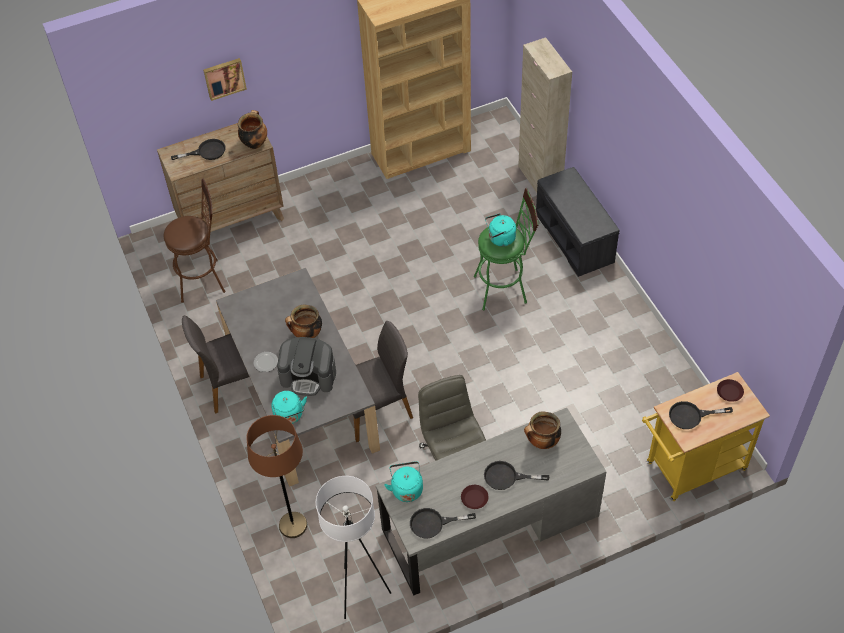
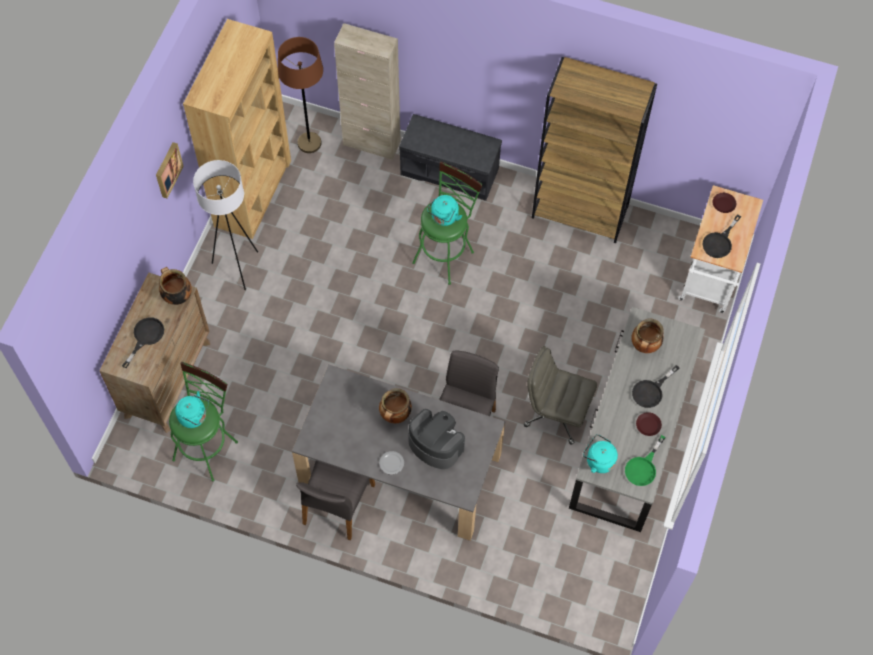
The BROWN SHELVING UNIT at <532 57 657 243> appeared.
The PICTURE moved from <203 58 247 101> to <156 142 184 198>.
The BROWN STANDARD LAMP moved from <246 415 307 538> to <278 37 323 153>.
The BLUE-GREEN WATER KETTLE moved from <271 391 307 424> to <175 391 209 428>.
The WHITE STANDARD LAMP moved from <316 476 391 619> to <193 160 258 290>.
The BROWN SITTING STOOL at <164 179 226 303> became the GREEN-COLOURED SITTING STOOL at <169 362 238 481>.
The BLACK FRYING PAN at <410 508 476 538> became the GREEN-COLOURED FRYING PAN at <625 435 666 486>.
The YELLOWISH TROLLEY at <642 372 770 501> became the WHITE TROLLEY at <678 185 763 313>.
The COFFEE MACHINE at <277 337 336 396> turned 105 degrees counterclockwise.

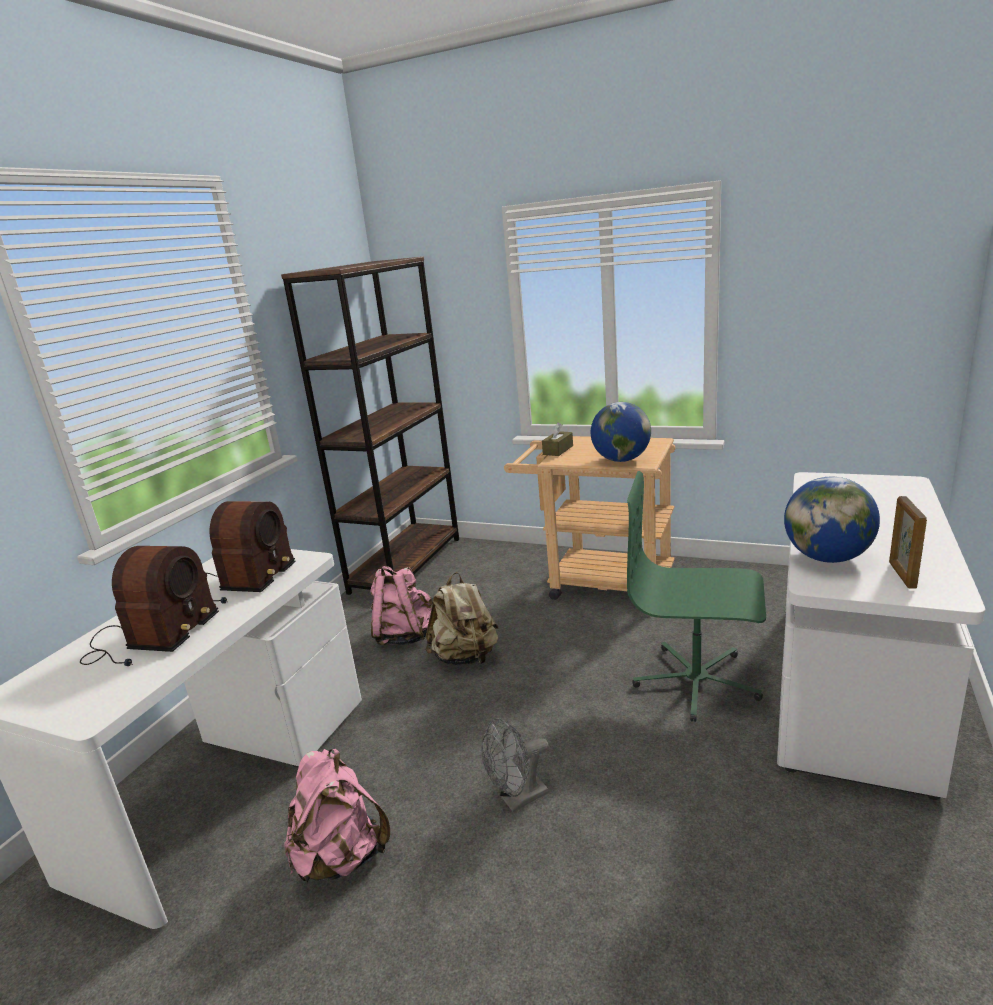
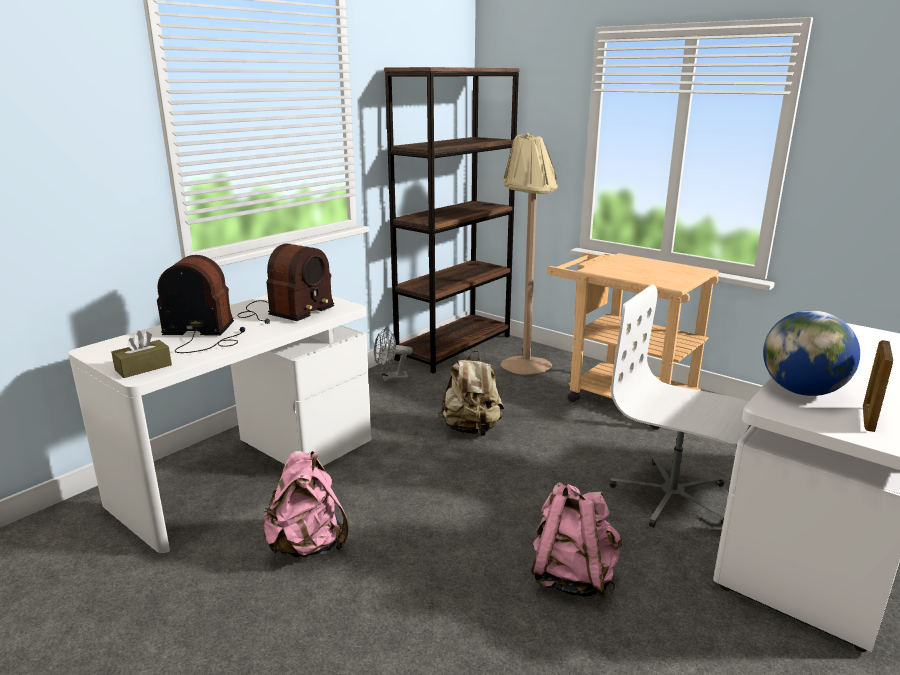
The DESK GLOBE at <591 402 651 462> disappeared.
The SAND-COLOURED STANDARD LAMP at <501 133 558 375> appeared.
The PINK-COLOURED BACKPACK moved from <370 566 433 645> to <531 482 622 598>.
The GREYISH FAN moved from <481 718 549 812> to <374 327 413 382>.
The BROWN BOX OF TISSUES moved from <542 423 573 456> to <111 330 172 378>.
The GREEN-COLOURED COMPUTER CHAIR at <627 471 766 722> became the WHITE COMPUTER CHAIR at <609 284 750 528>.
The RADIO at <80 546 219 666> turned 120 degrees counterclockwise.

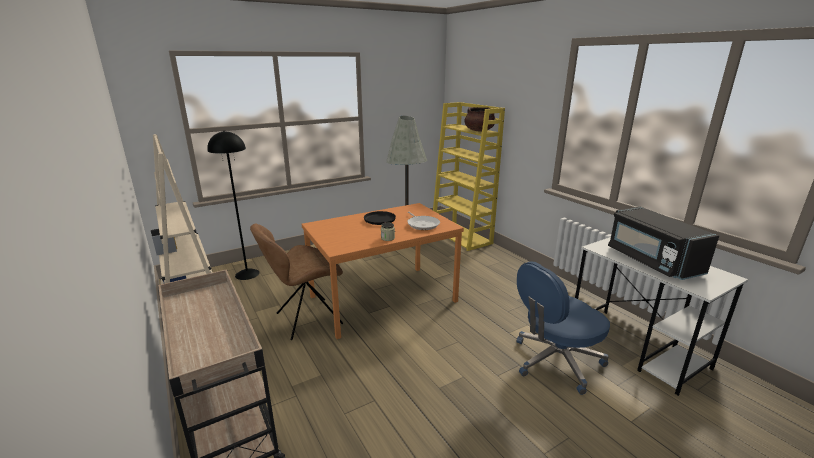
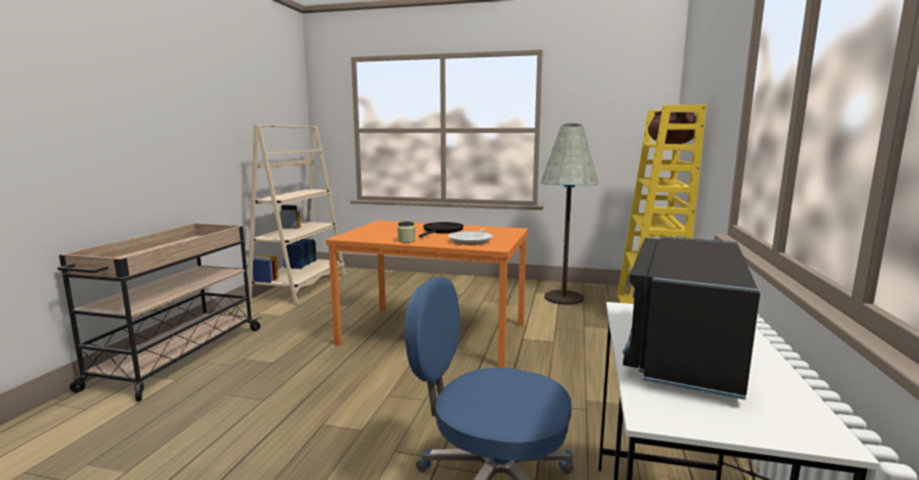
The BLACK STANDARD LAMP at <207 131 260 280> disappeared.
The BROWN PLAIN CHAIR at <250 224 343 340> disappeared.

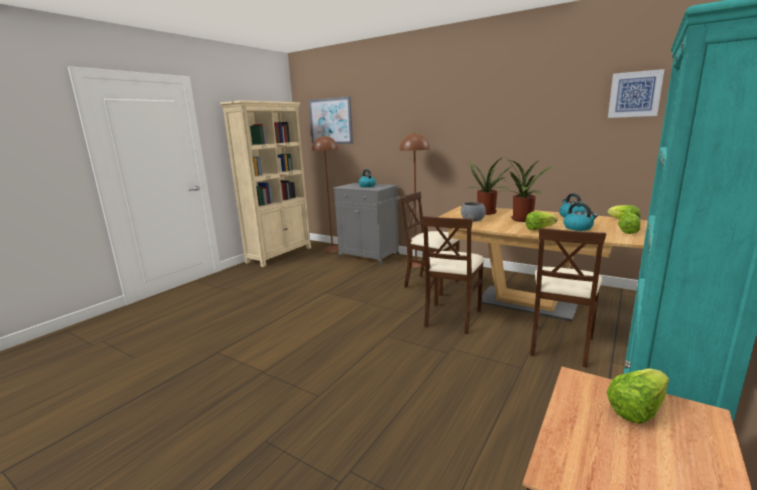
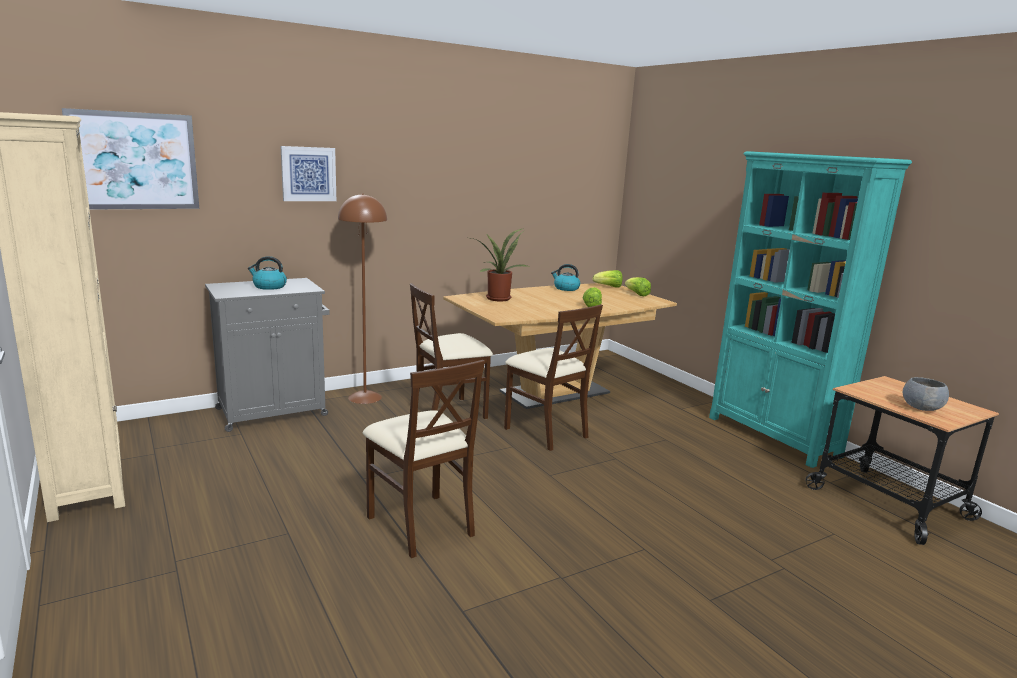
The BROWN STANDARD LAMP at <312 135 339 253> disappeared.
The PLANT IN A POT at <499 159 559 222> disappeared.
The WATER KETTLE at <563 202 598 231> disappeared.
The LETTUCE at <607 368 669 424> disappeared.
The GREYISH BOWL moved from <461 202 486 222> to <903 377 949 411>.
The SAND-COLOURED PLAIN CHAIR moved from <530 228 606 368> to <363 360 485 558>.
The PICTURE moved from <608 69 664 118> to <281 146 336 201>.

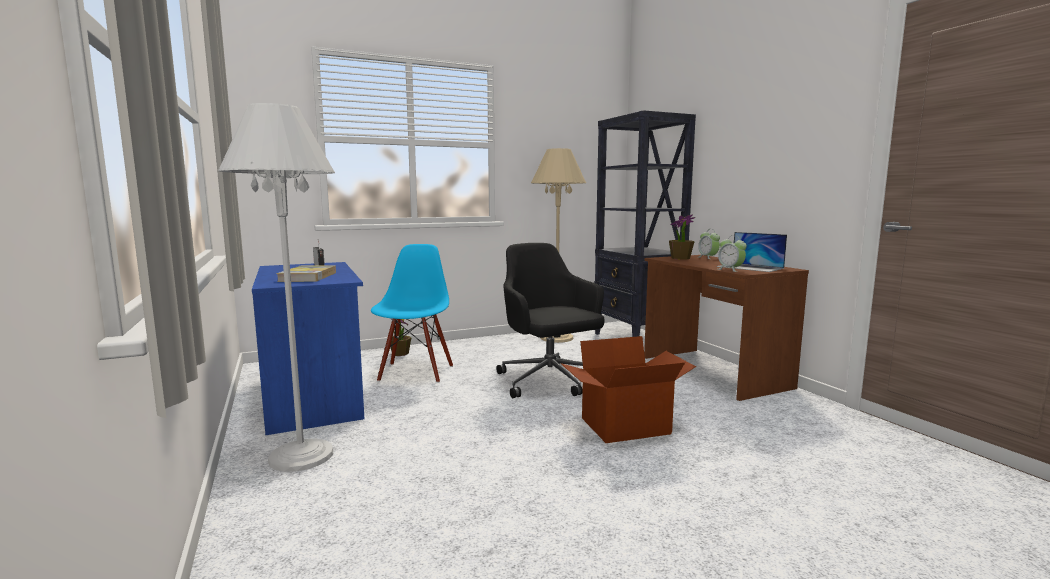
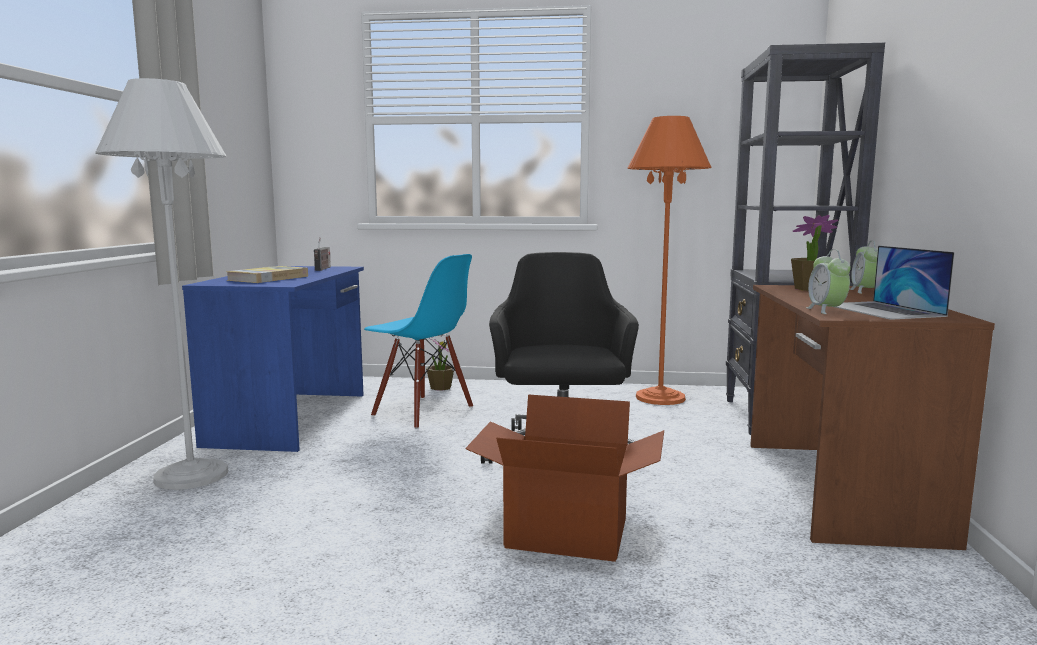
The SAND-COLOURED STANDARD LAMP at <531 148 586 343> became the ORANGE-COLOURED STANDARD LAMP at <627 116 712 405>.
The BLUISH PLAIN CHAIR at <371 244 453 383> turned 90 degrees clockwise.

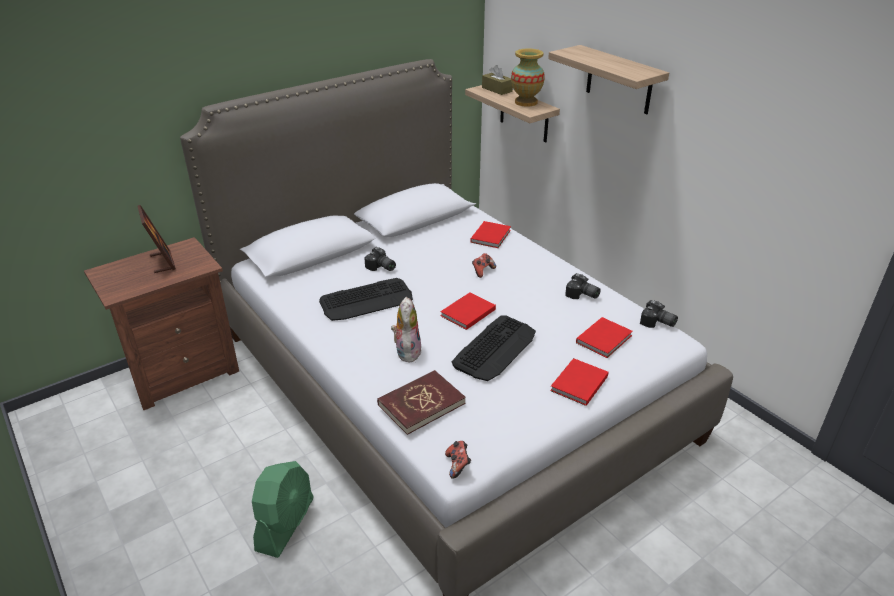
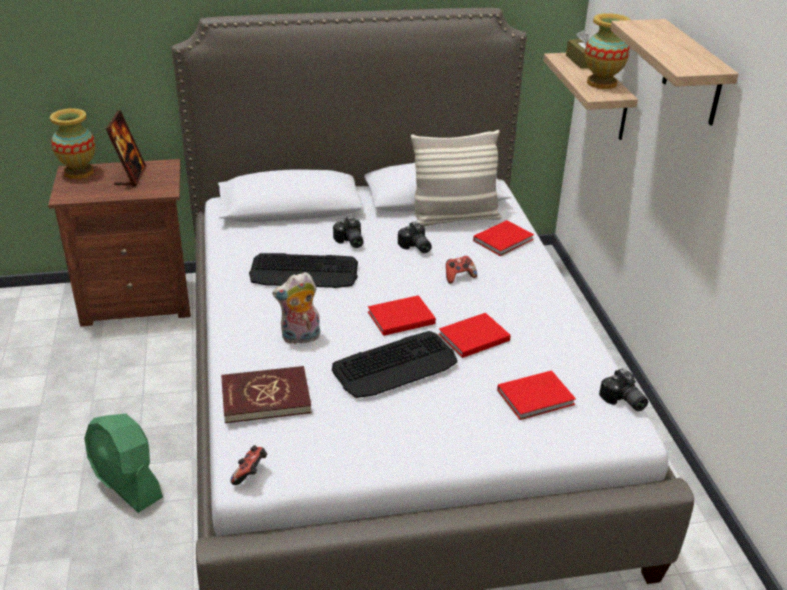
The VASE at <50 108 95 179> appeared.
The CUSHION at <411 130 501 227> appeared.
The RED-COLOURED BOOK moved from <550 358 608 406> to <438 313 511 358>.
The PHOTO CAMERA moved from <565 273 601 299> to <398 221 432 253>.
The GREEN-COLOURED FAN at <252 461 314 558> turned 90 degrees clockwise.
The CUDDLY TOY at <391 297 422 363> turned 135 degrees counterclockwise.

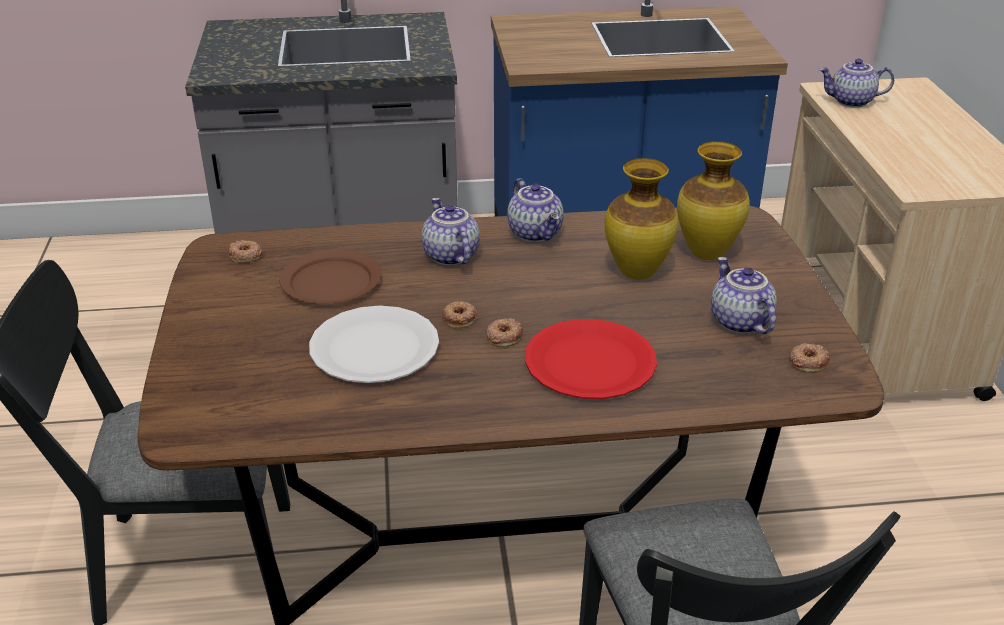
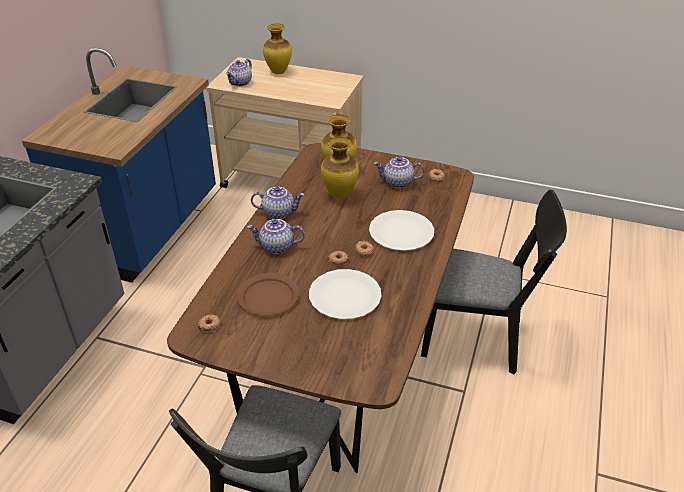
The VASE at <263 24 292 74> appeared.
The RED-COLOURED PLATE at <525 319 657 399> became the WHITE PLATE at <369 210 434 251>.

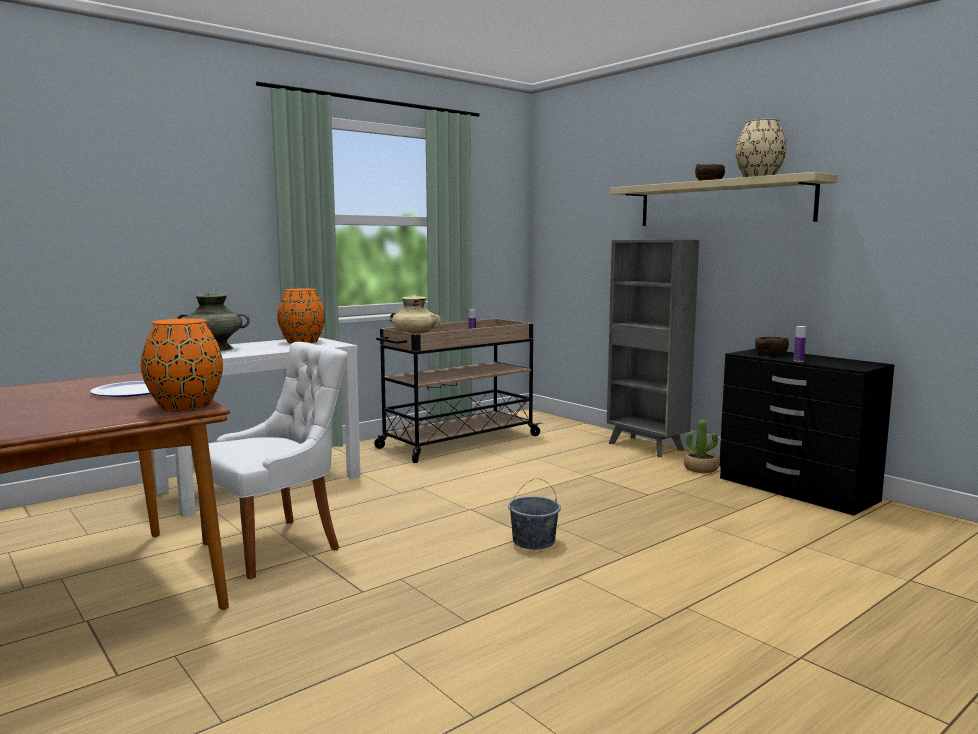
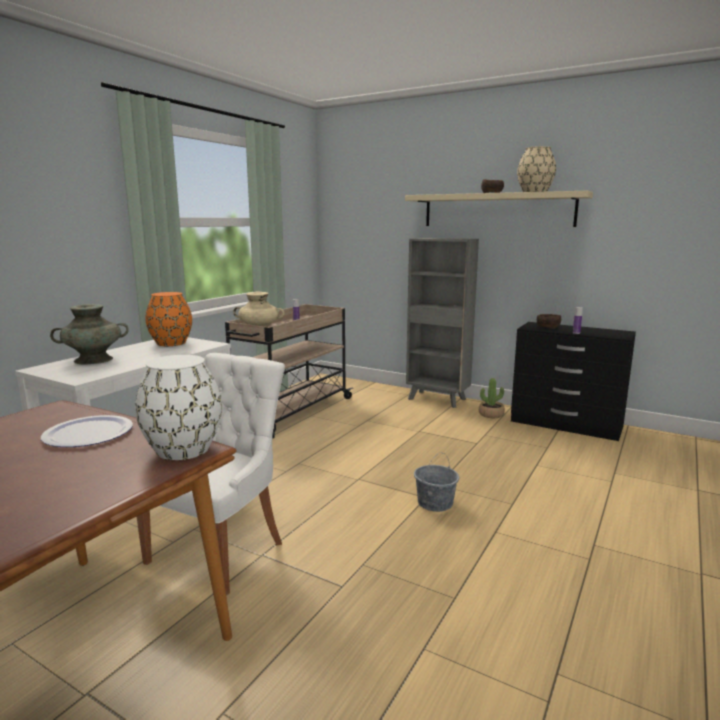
The ORANGE-COLOURED VASE at <141 318 223 411> became the WHITE VASE at <135 355 222 460>.

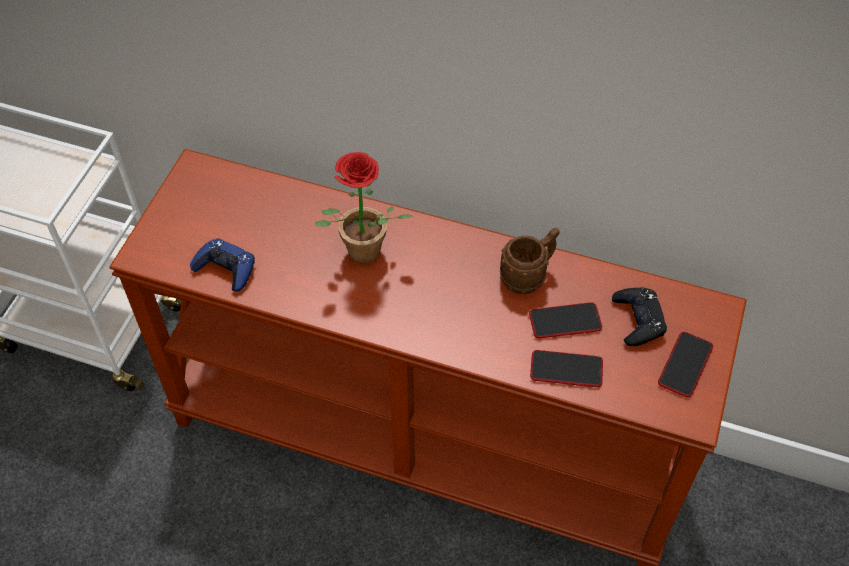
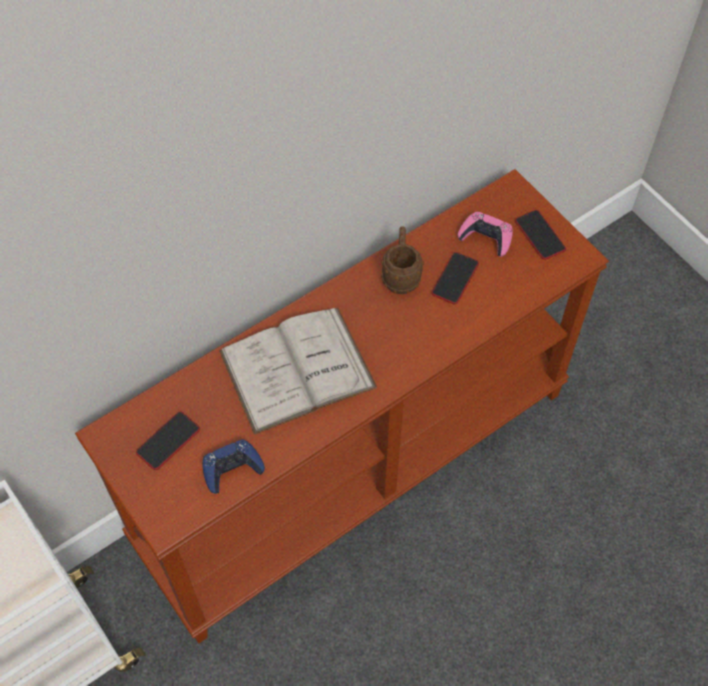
The HANDSET moved from <530 350 603 387> to <136 412 200 470>.
The PLANT IN A POT at <315 152 412 264> was replaced by the WHITE BOOK at <219 308 377 435>.
The BLACK GAMEPAD at <612 288 667 346> became the PINK-COLOURED GAMEPAD at <458 212 513 257>.

